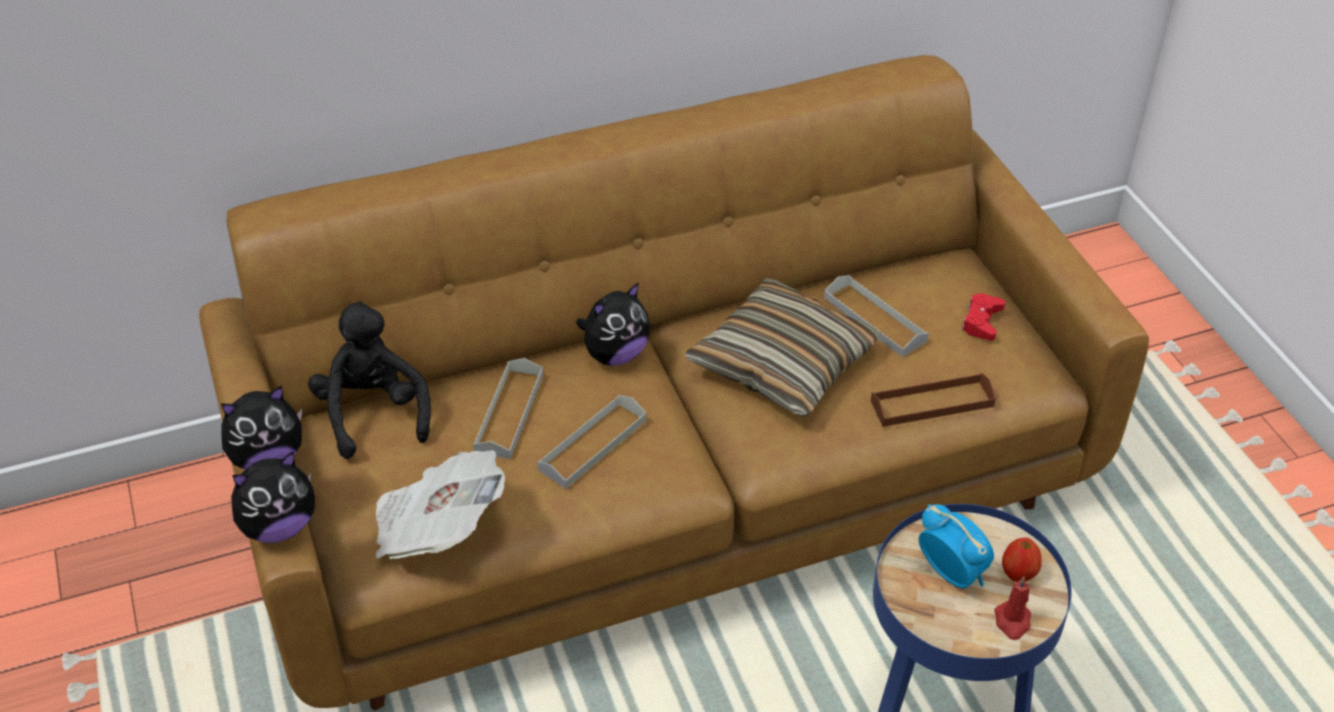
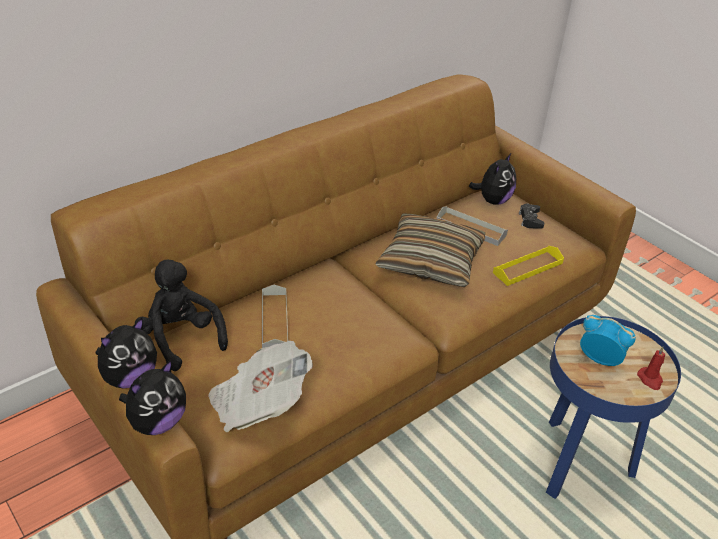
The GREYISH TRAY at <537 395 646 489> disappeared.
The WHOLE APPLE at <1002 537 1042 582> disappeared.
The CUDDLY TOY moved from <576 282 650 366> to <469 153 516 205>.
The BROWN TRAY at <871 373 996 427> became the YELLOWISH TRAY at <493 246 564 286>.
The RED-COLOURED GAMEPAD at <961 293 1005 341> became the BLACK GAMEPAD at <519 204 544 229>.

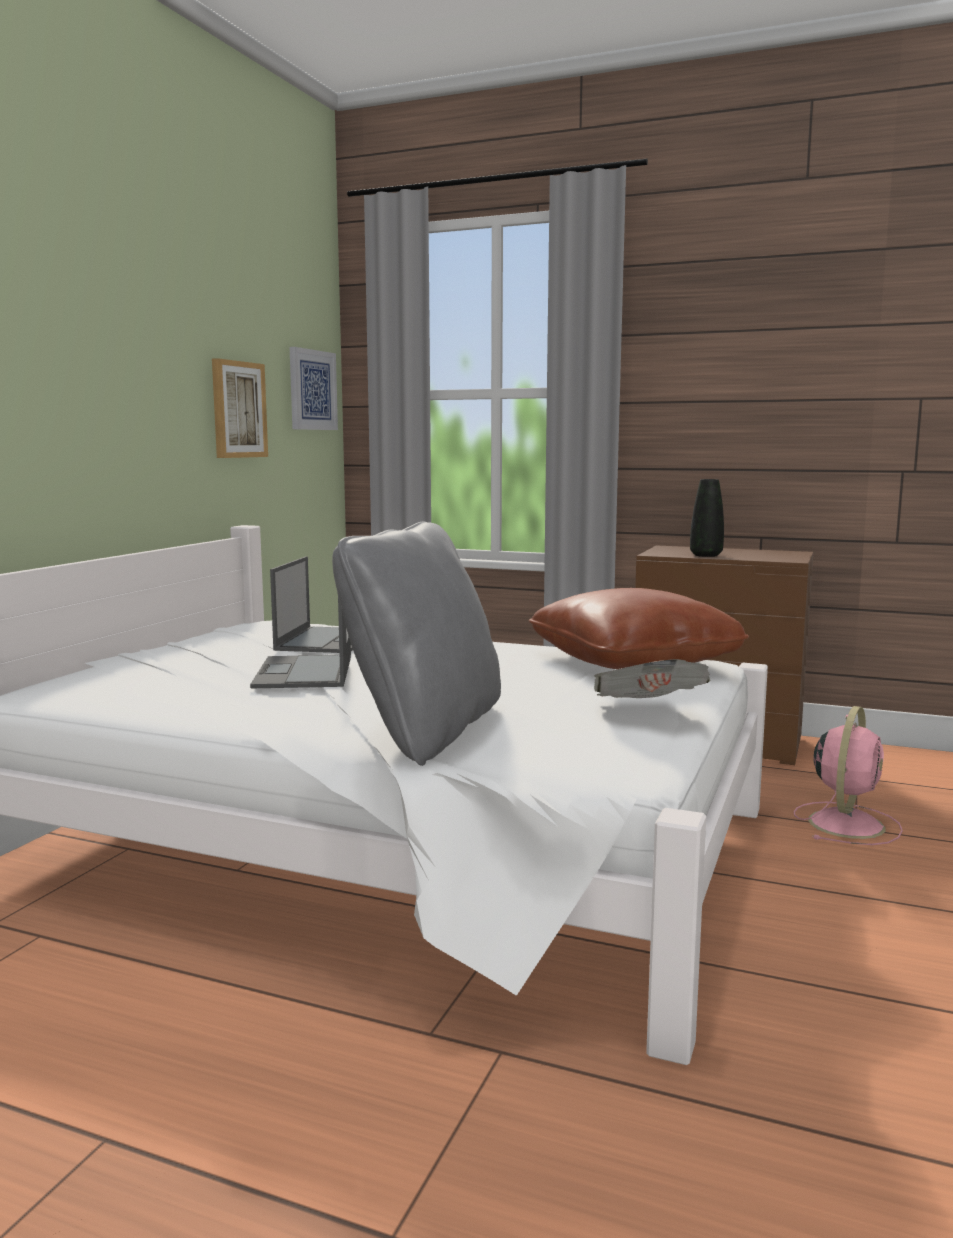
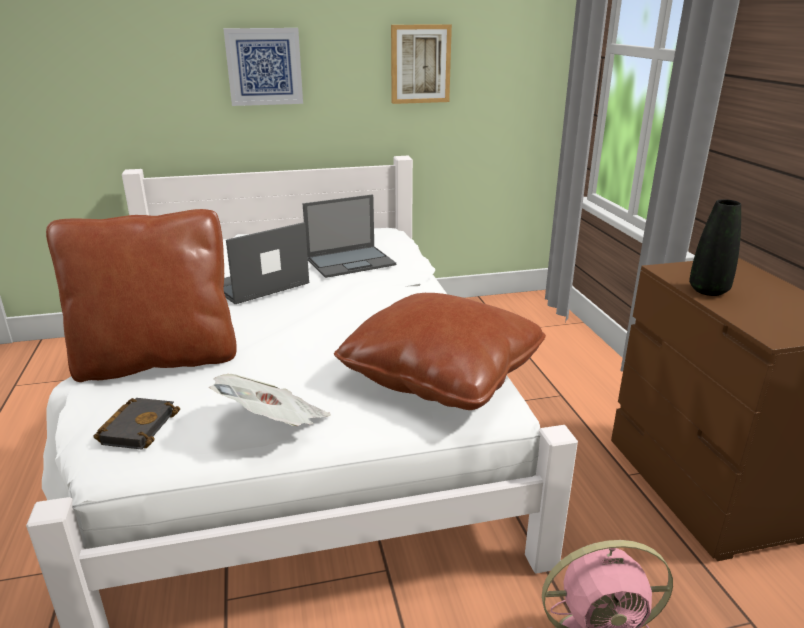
The BLACK BOOK at <93 398 180 449> appeared.
The PICTURE moved from <290 347 338 430> to <223 28 303 106>.
The GREYISH CUSHION at <332 522 501 766> became the BROWN CUSHION at <46 209 237 382>.

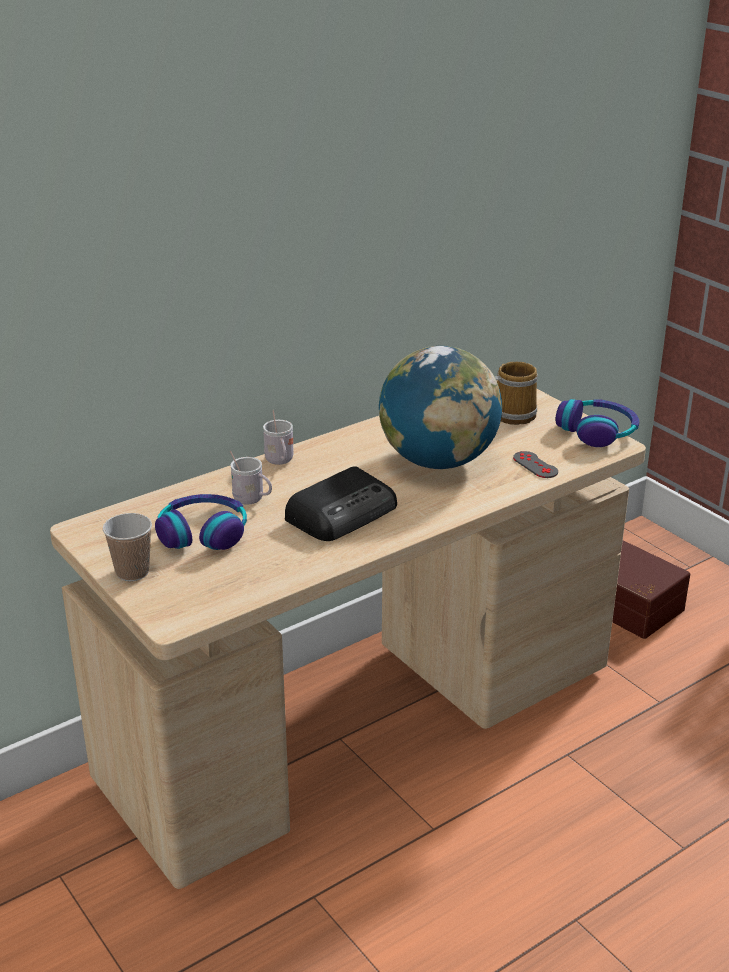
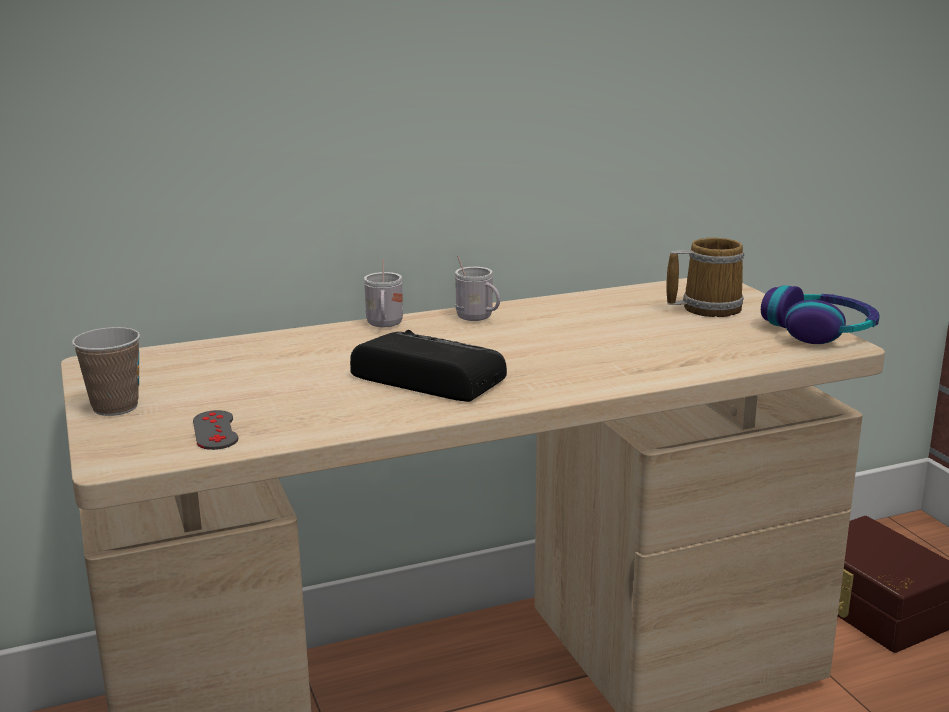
The HEADSET at <155 494 247 550> disappeared.
The DESK GLOBE at <379 346 502 469> disappeared.
The WHITE TEA MUG moved from <230 451 272 505> to <455 255 500 321>.
The GREYISH GAMEPAD moved from <513 451 558 478> to <193 410 238 450>.
The RADIO at <285 466 397 541> turned 120 degrees counterclockwise.

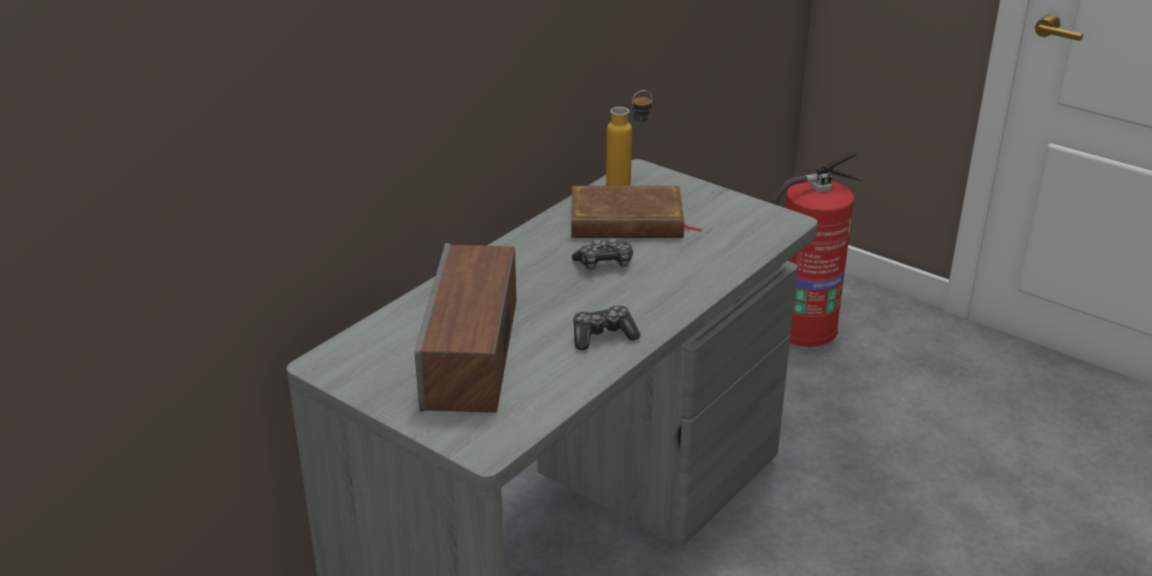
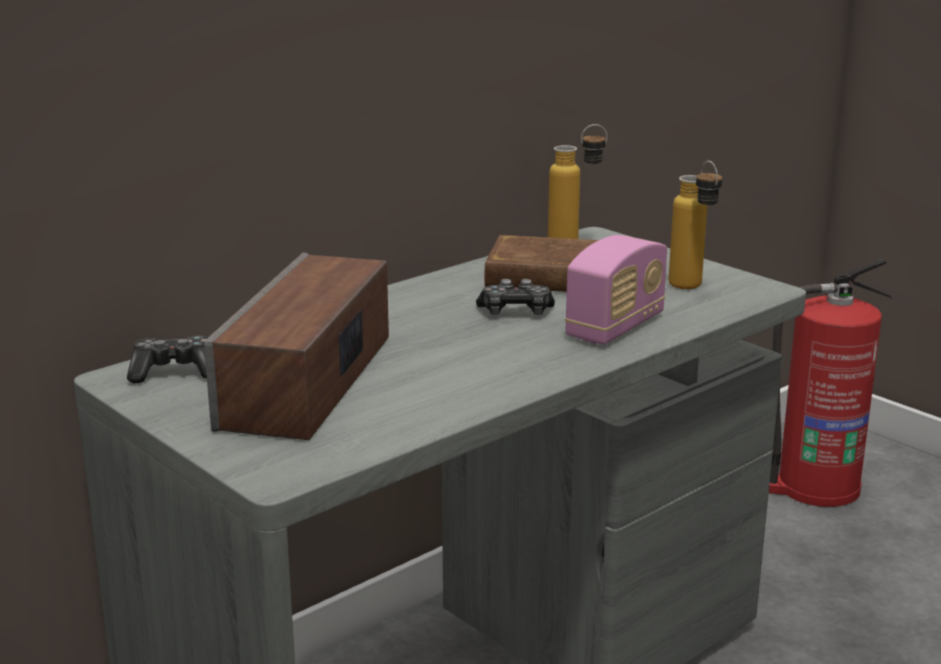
The RADIO at <565 235 667 345> appeared.
The BEVERAGE BOTTLE at <669 161 722 289> appeared.
The GAMEPAD moved from <574 305 640 350> to <127 336 208 383>.

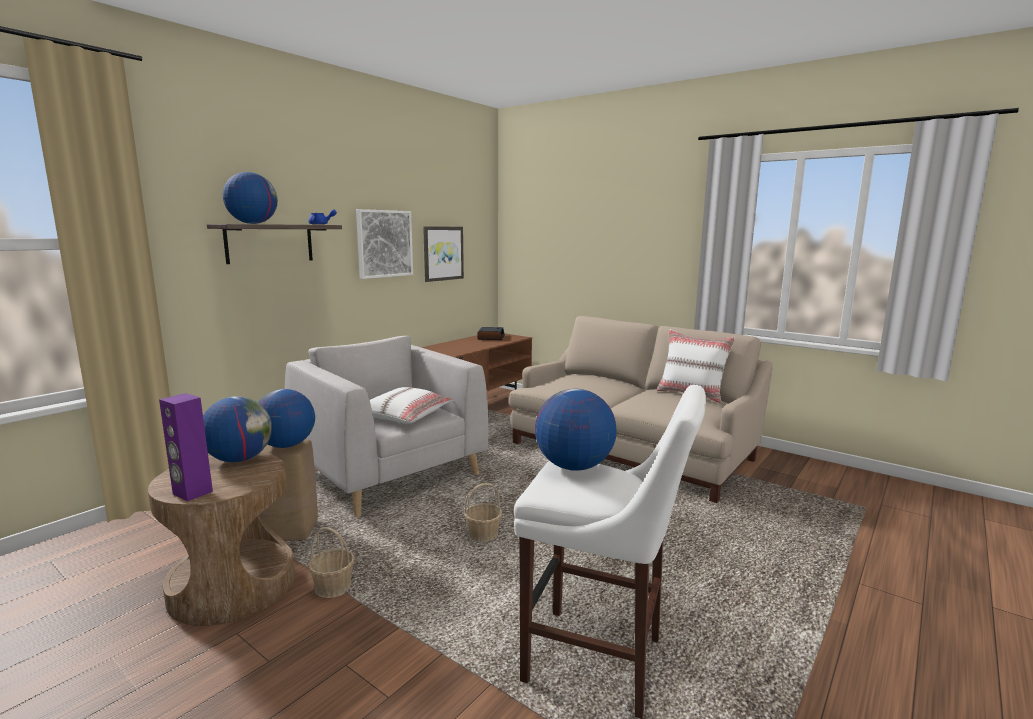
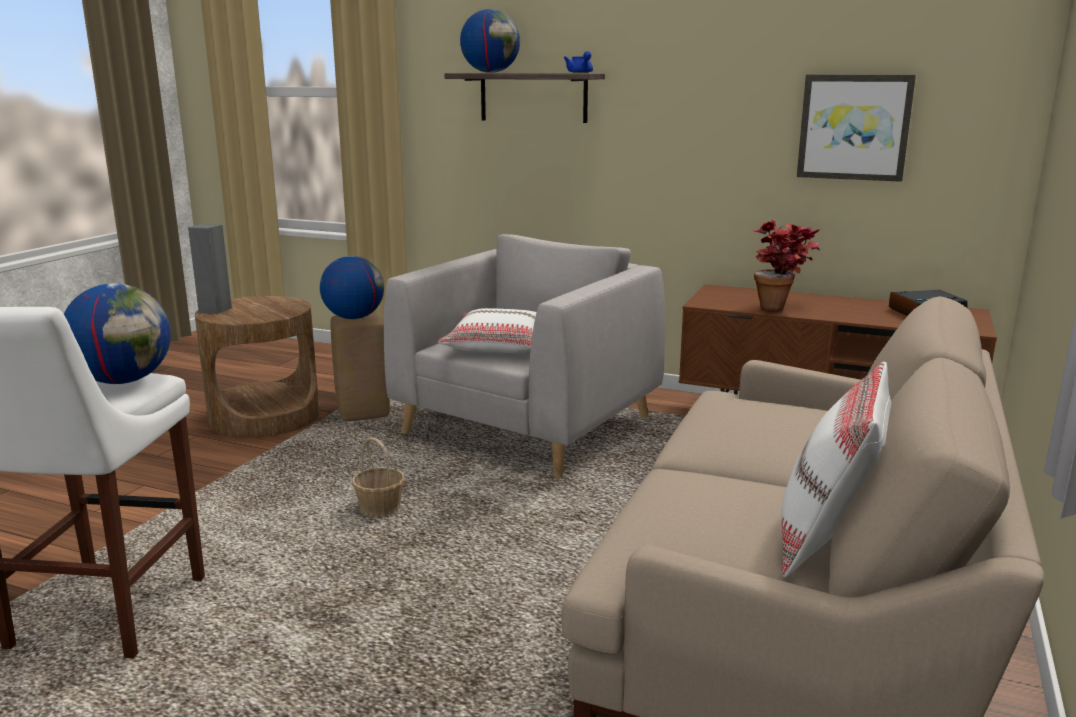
The DESK GLOBE at <203 396 272 462> disappeared.
The BASKET at <308 527 355 598> disappeared.
The PICTURE at <356 209 413 279> disappeared.
The PLANT IN A POT at <751 219 821 310> appeared.
The PURPLE SPEAKER at <159 393 213 502> became the GREYISH SPEAKER at <188 224 232 314>.

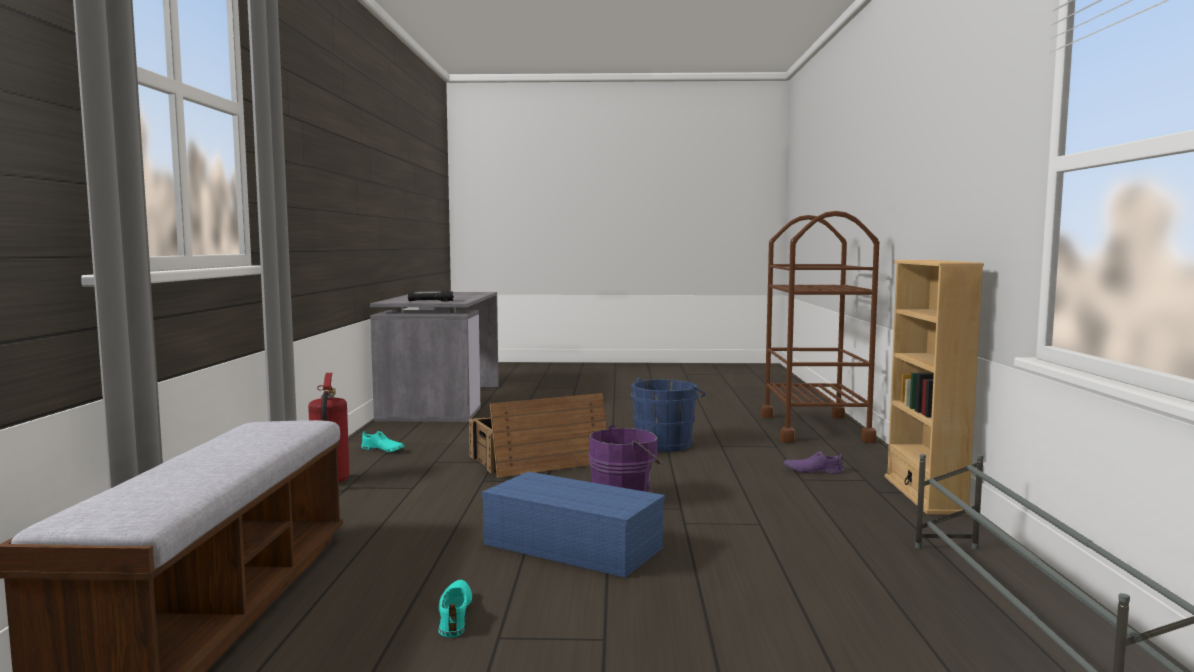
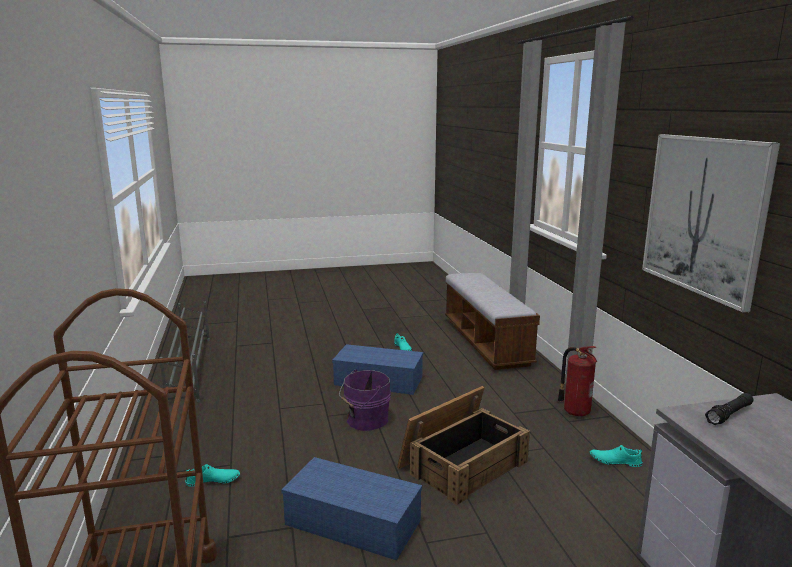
The SAND-COLOURED SHELVING UNIT at <885 260 984 515> disappeared.
The PICTURE at <642 134 780 313> appeared.
The BLUISH BUCKET at <630 378 706 452> was replaced by the BLUISH STORAGE CONTAINER at <281 457 422 560>.
The PURPLE ITEM OF FOOTWEAR at <784 451 844 474> became the BLUE-GREEN ITEM OF FOOTWEAR at <186 464 240 486>.

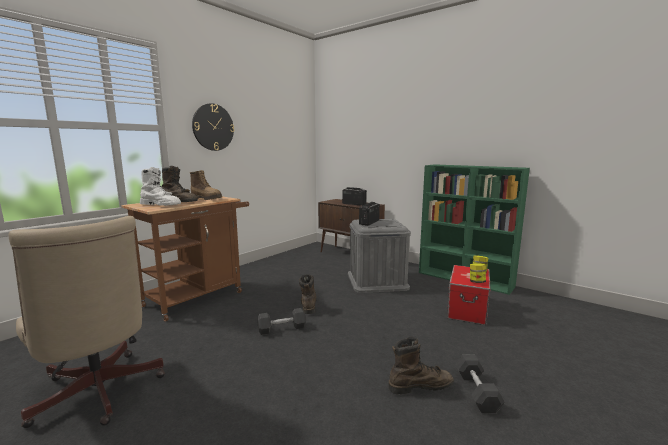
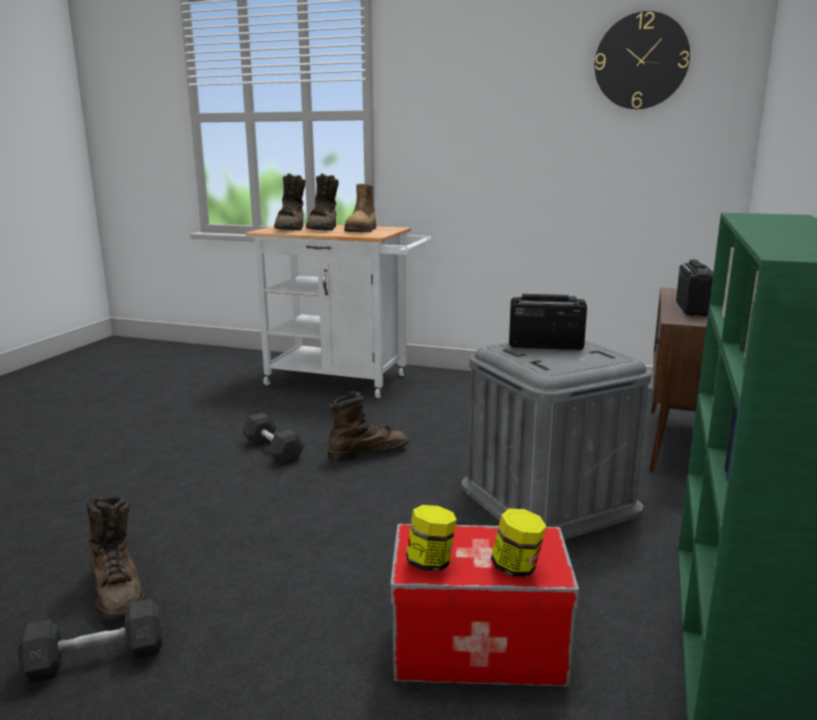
The SAND-COLOURED COMPUTER CHAIR at <9 216 165 428> disappeared.
The HANGING CLOCK moved from <192 103 234 151> to <595 11 690 109>.
The BROWN TROLLEY at <121 196 249 322> became the WHITE TROLLEY at <245 224 431 398>.
The WHITE BOOT at <140 167 181 206> became the BROWN BOOT at <274 173 305 230>.

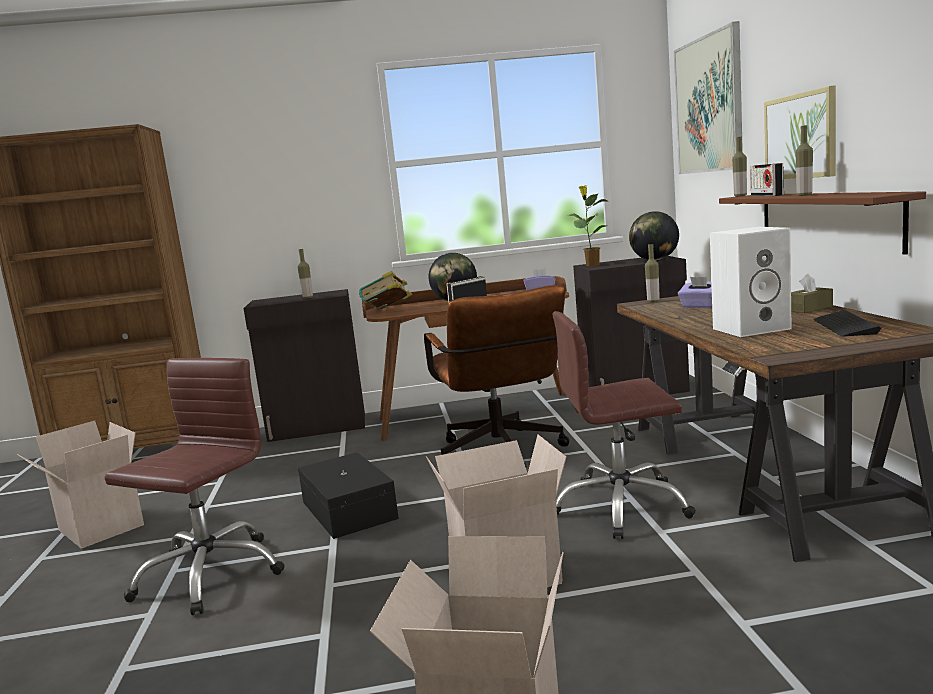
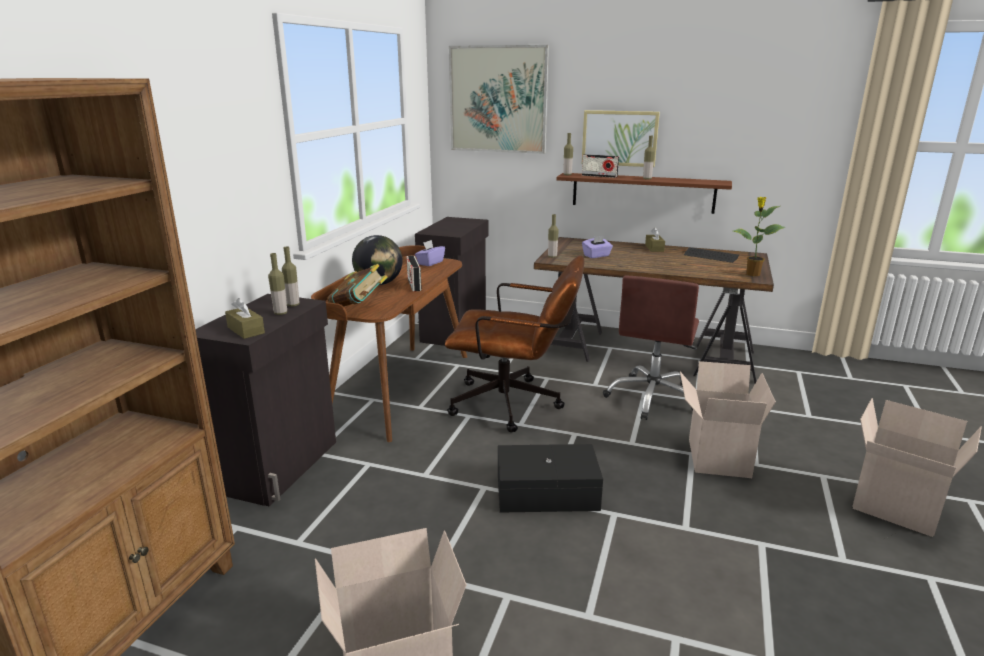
The BROWN COMPUTER CHAIR at <105 358 285 616> disappeared.
The DESK GLOBE at <629 211 679 260> disappeared.
The WHITE SPEAKER at <710 227 791 337> disappeared.
The BROWN BOX OF TISSUES at <225 298 265 339> appeared.
The BEVERAGE BOTTLE at <282 246 300 307> appeared.
The PLANT IN A POT moved from <567 185 607 266> to <733 197 785 276>.

